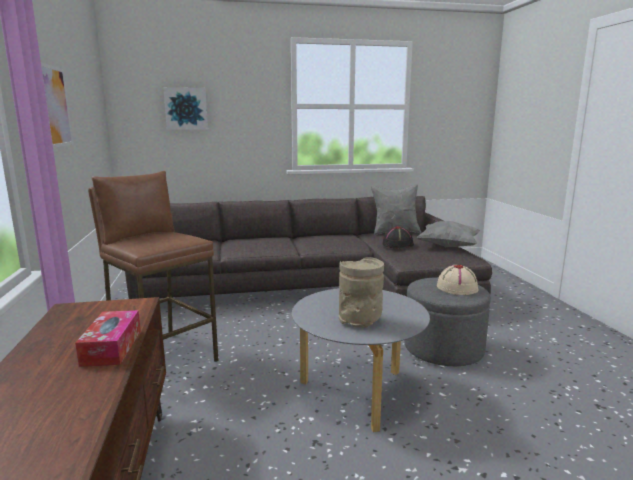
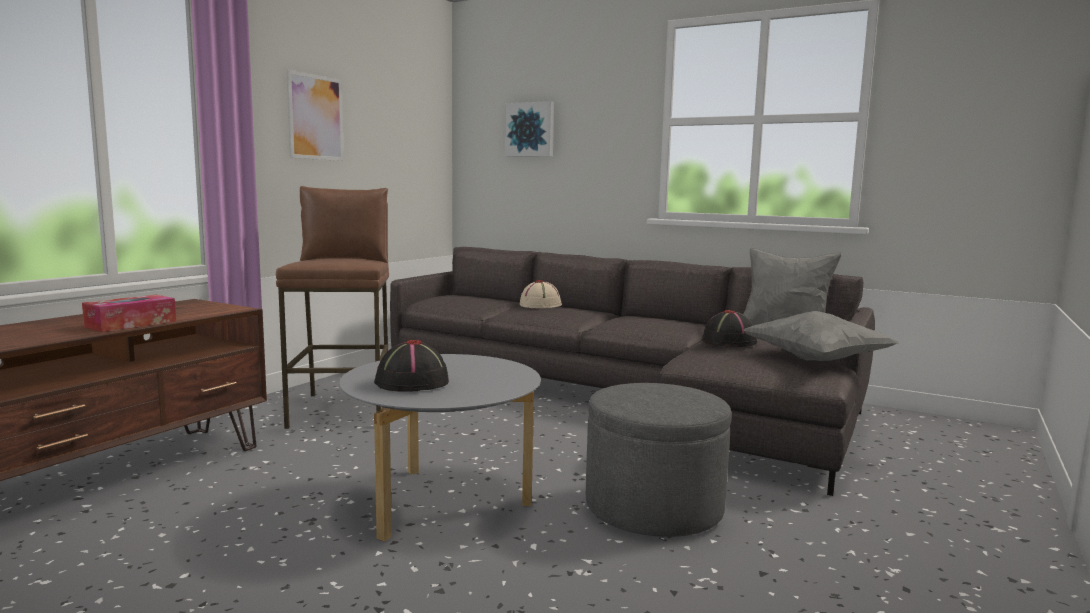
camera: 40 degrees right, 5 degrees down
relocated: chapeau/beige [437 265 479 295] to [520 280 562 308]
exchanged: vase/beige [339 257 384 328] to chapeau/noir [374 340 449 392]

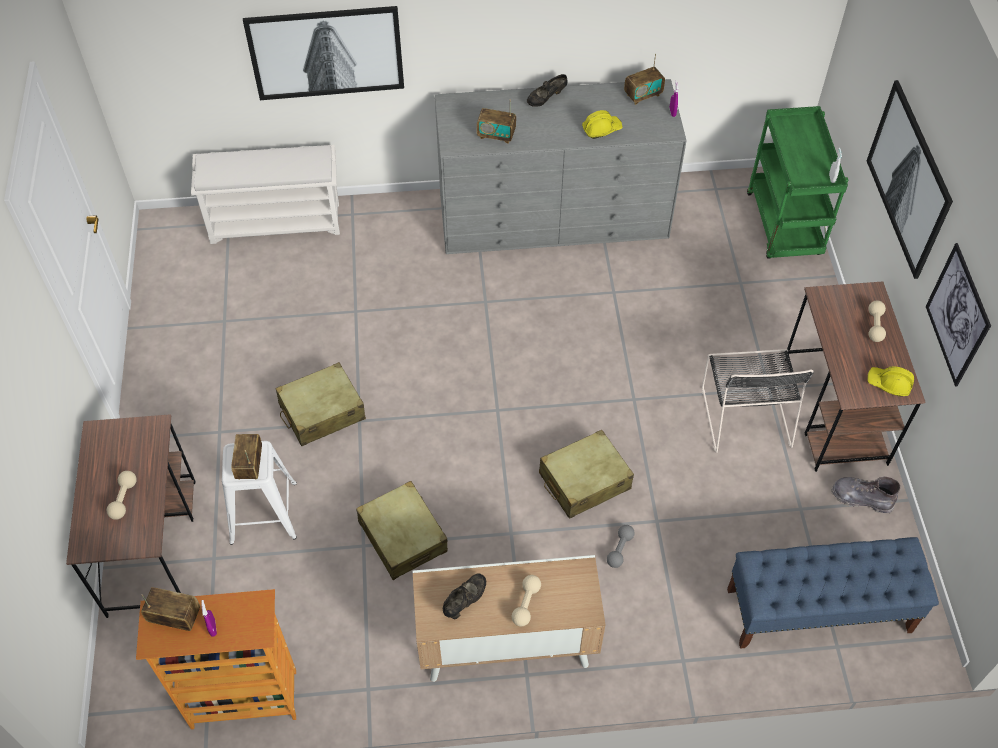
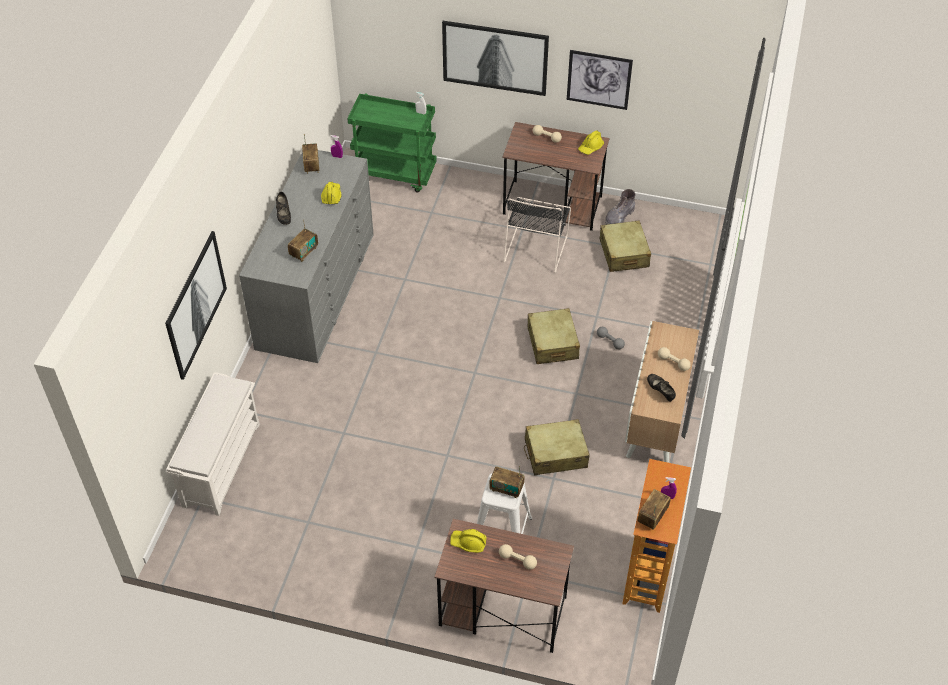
camera: 70 degrees left, 5 degrees down
missing: banc/bleu [727 537 939 649]
appeared: casque de chantier/jaune [450 529 487 553]
relocated: valise/beige [275 362 366 446] to [600 220 651 272]
spun: chaise/noir [702 349 814 453] = [503 197 571 273] 90 degrees clockwise

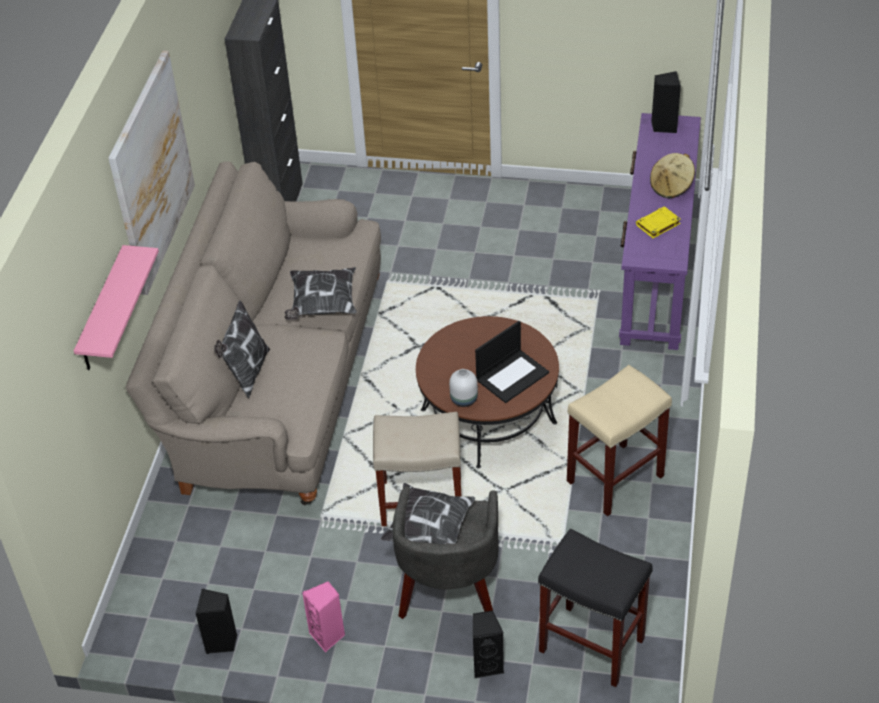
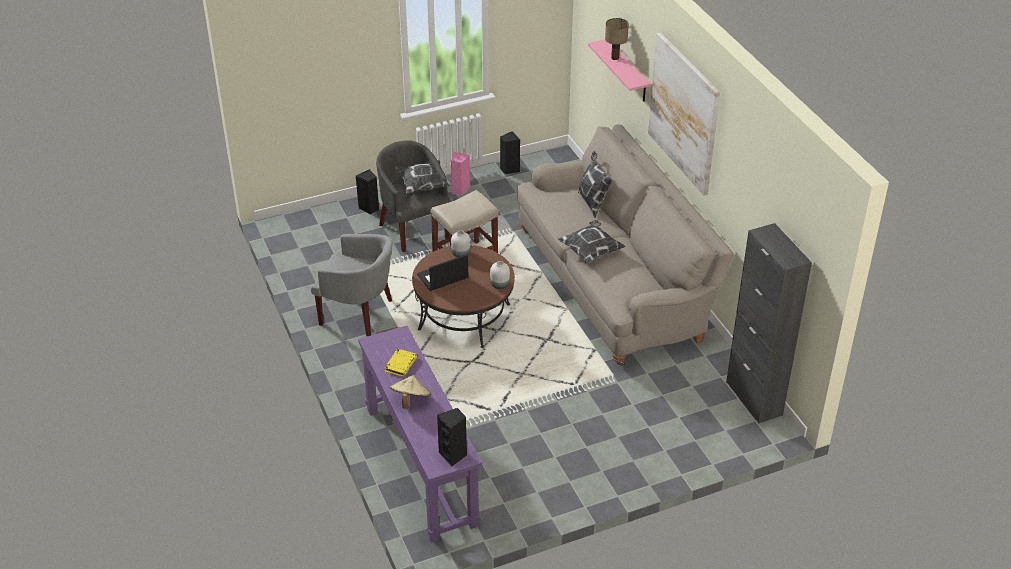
camera: 145 degrees right, 5 degrees down
missing: tabouret/noir [538 529 653 687]
appeared: vase/blanc [490 261 510 289]; lampe de table [605 18 629 60]
exchanged: tabouret/beige [567 365 672 516] to fauteuil/gris [311 234 393 337]
spun: ordinateur portable [475 321 549 403] = [417 254 468 291] 45 degrees clockwise

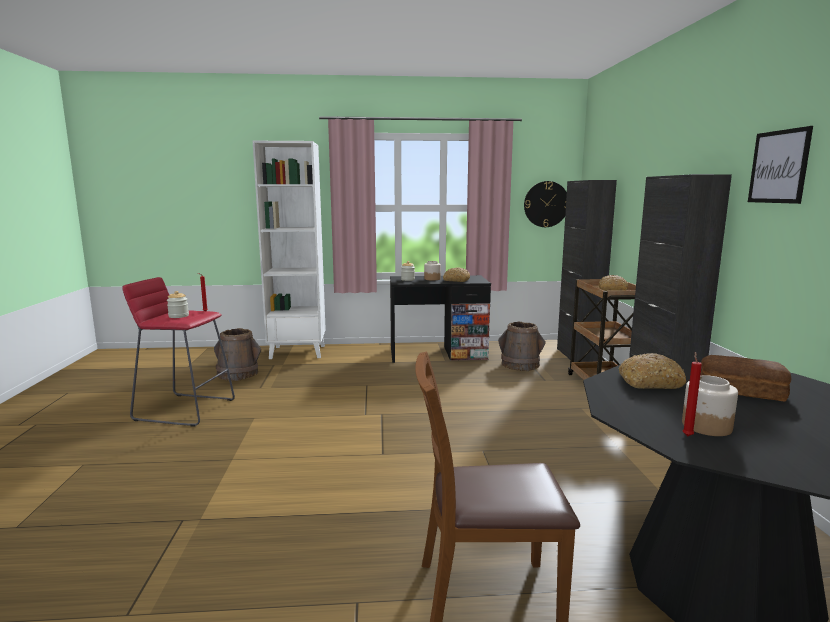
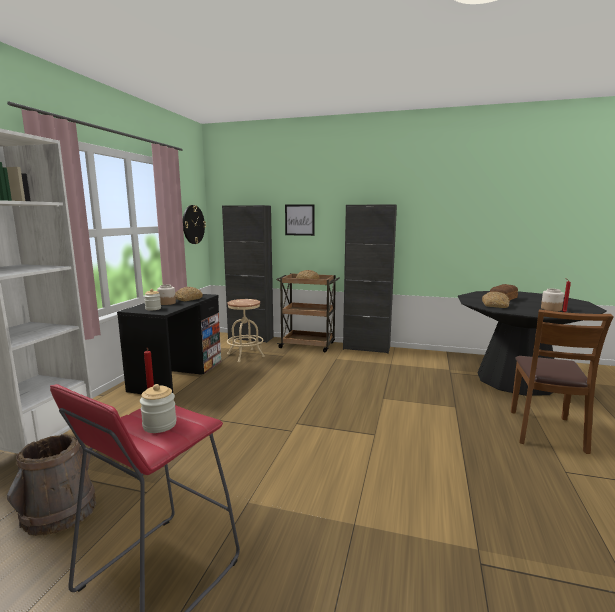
camera: 70 degrees left, 0 degrees up
relocated: tableau [748 126 813 204] to [285 204 315 236]
exchanged: seau/marron [498 321 546 371] to tabouret/beige [227 299 265 362]

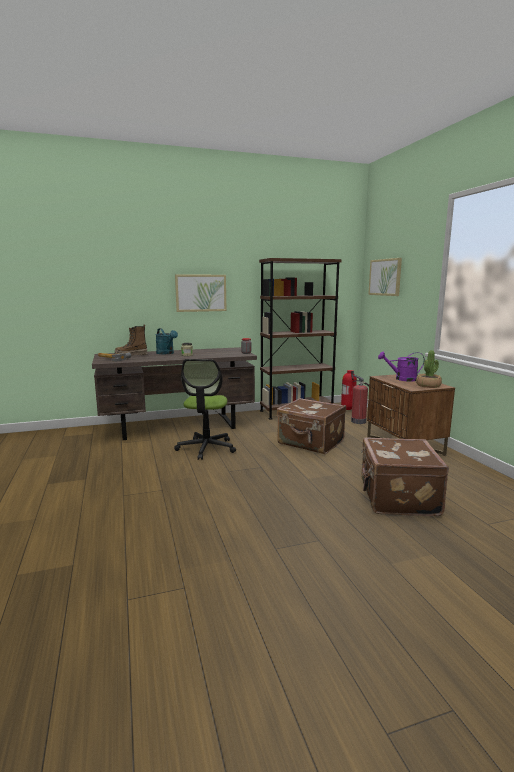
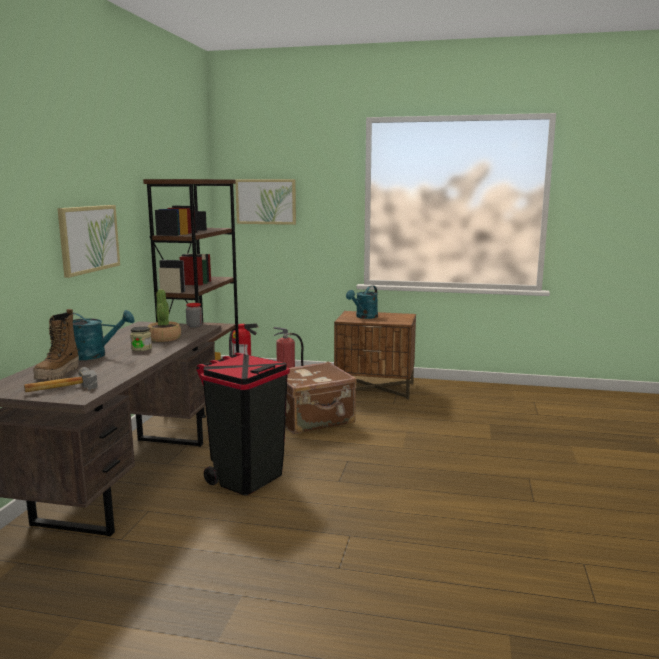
camera: 60 degrees left, 0 degrees up
missing: valise/marron [361 437 449 516]
relocated: plante en pot [416 350 442 388] to [148 289 181 342]
exchanged: chaise de bureau [174 359 236 460] to poubelle/noir [196 353 290 495]
colour: arrosoir/violet [378 351 425 382] to arrosoir/turquoise [346 285 378 319]

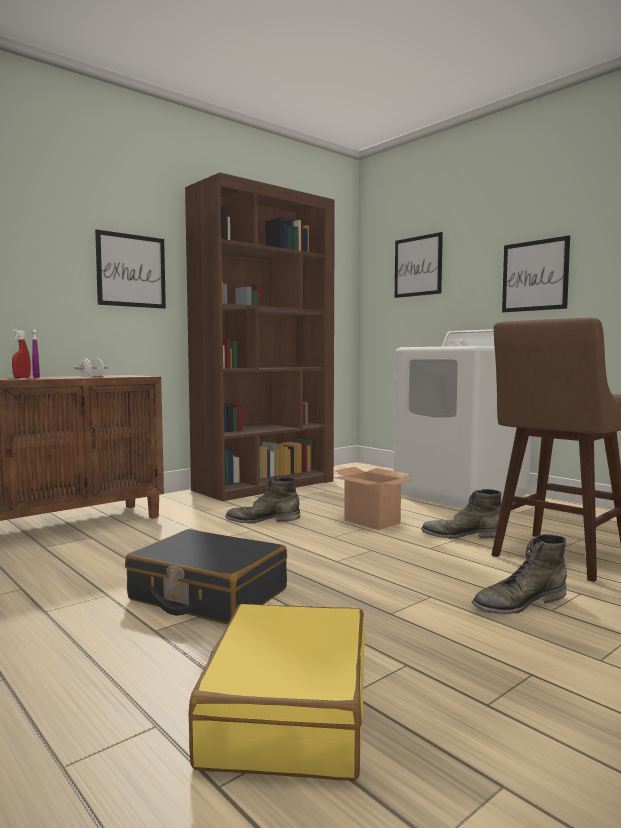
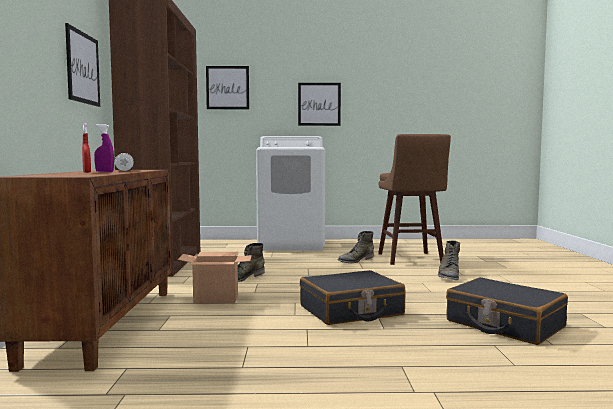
camera: 50 degrees left, 0 degrees up
relocated: carton [334 467 414 530] to [178 252 252 304]
colour: valise/jaune [188 604 366 781] to valise/noir [446 277 568 345]

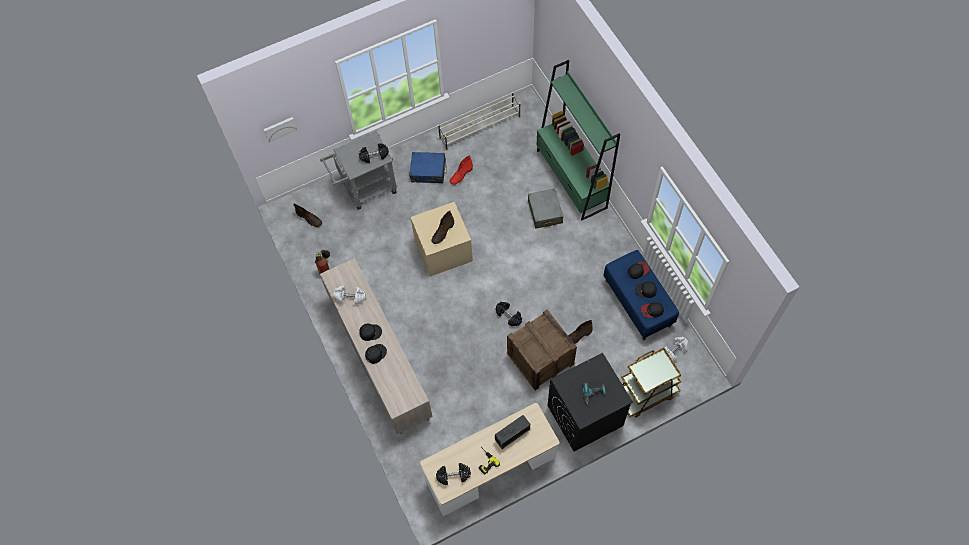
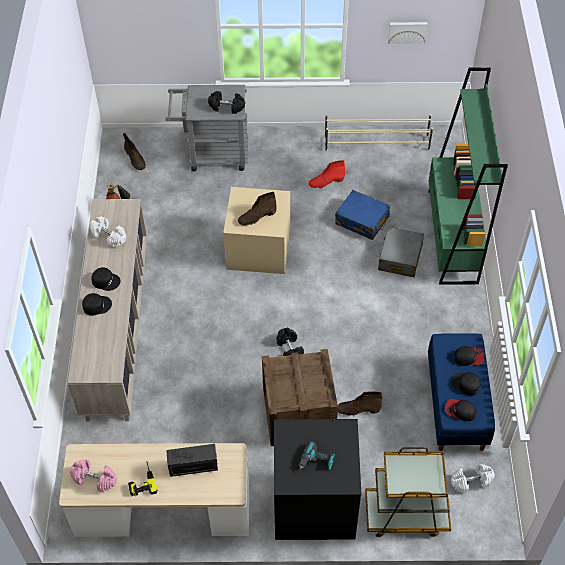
camera: 25 degrees right, 10 degrees down
relocated: valise/bleu [409 152 447 183] to [335 190 390 240]; tableau [264 117 298 143] to [388 22 428 44]
colour: haltère/noir [436 463 471 485] to haltère/rose [70 459 117 492]

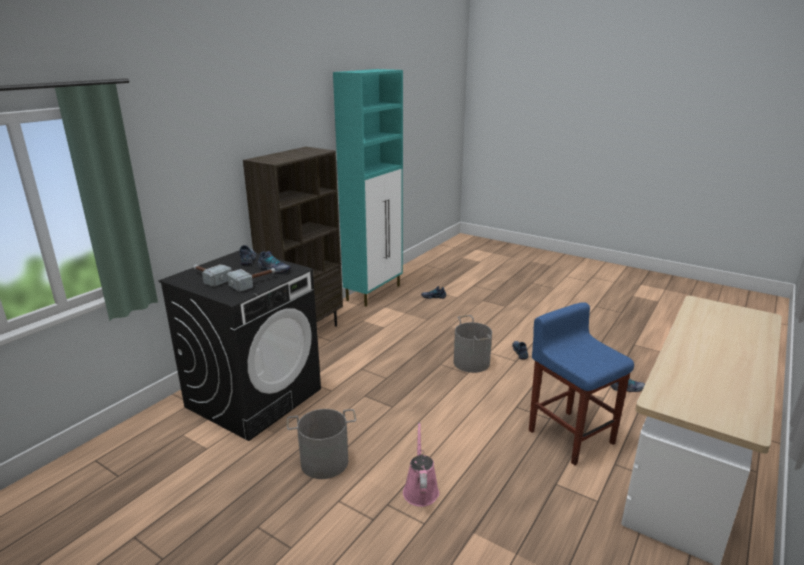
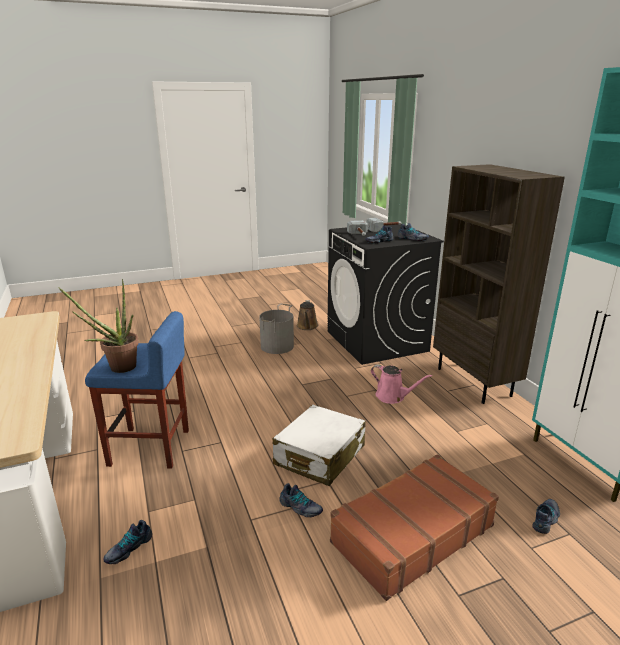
camera: 125 degrees right, 0 degrees up
appeared: plante en pot [58 279 139 373]; arrosoir/marron [297 300 318 330]; valise/marron [330 454 499 601]
relocated: arrosoir/rose [403 422 439 507] to [371 364 432 404]
exchanged: seau/gris [454 315 492 373] to valise/blanc [273 404 366 486]

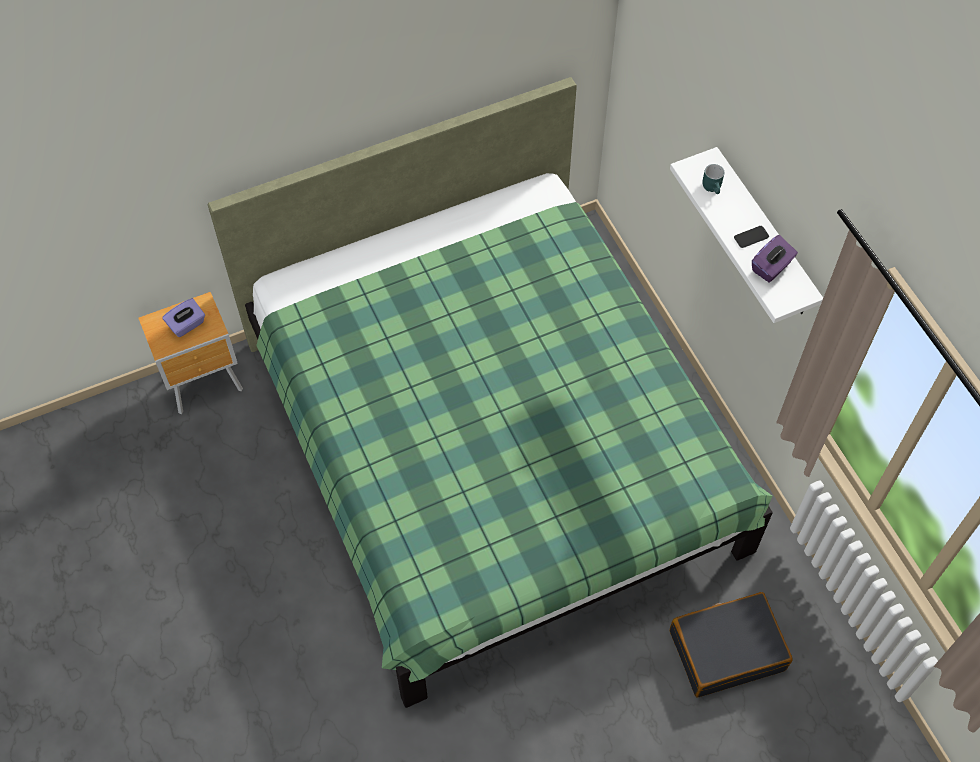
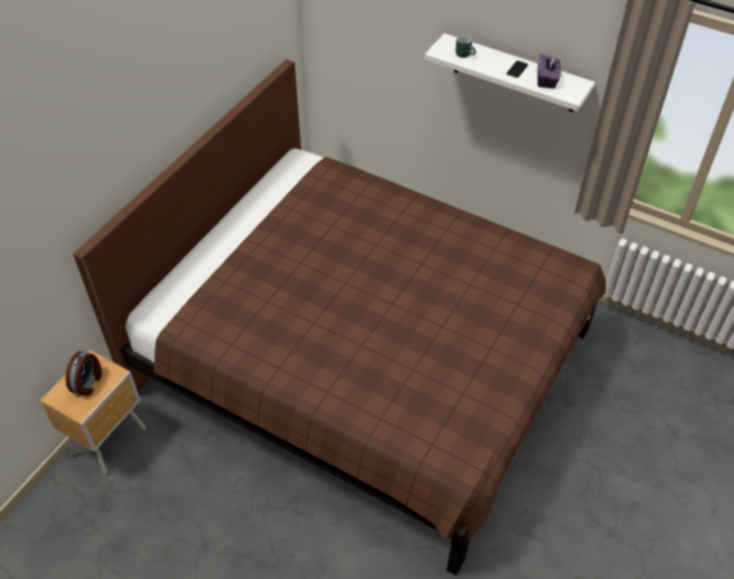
camera: 35 degrees left, 10 degrees down
missing: valise/noir [670 592 792 698]
exchanged: boîte à mouchoirs/violet [162 298 205 337] to réveil [66 351 102 396]
colour: lit/vert [207 77 773 708] to lit/marron [73 59 606 575]

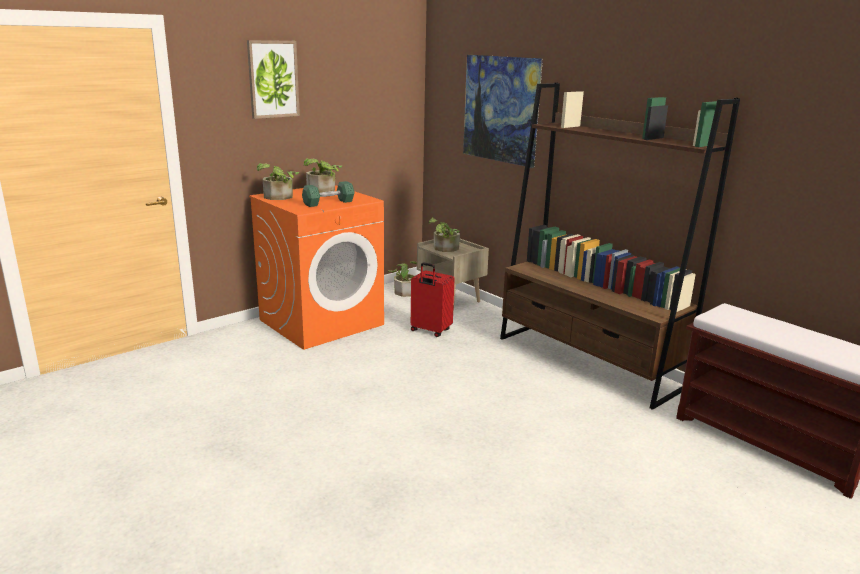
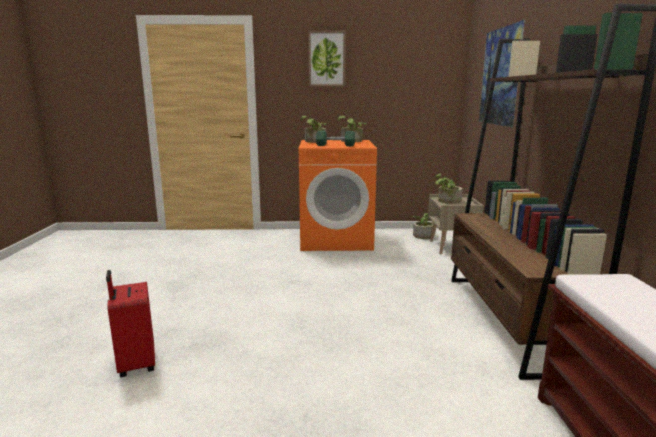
camera: 40 degrees right, 5 degrees down
relocated: valise/rouge [411 262 454 337] to [106 270 155 378]

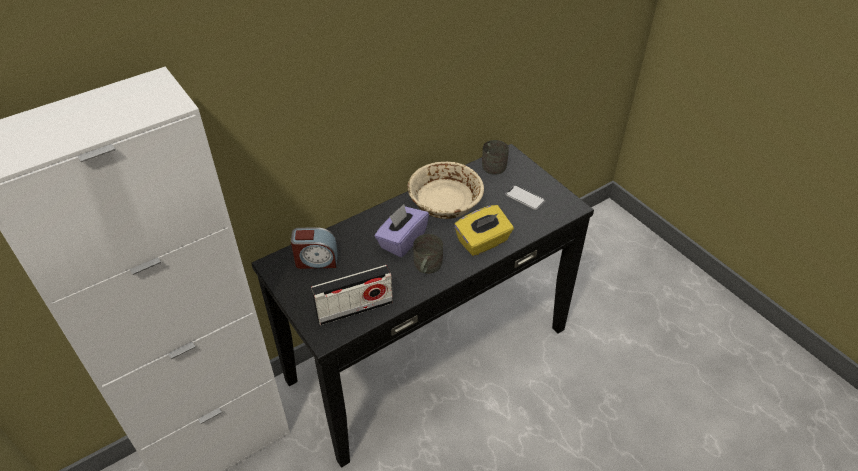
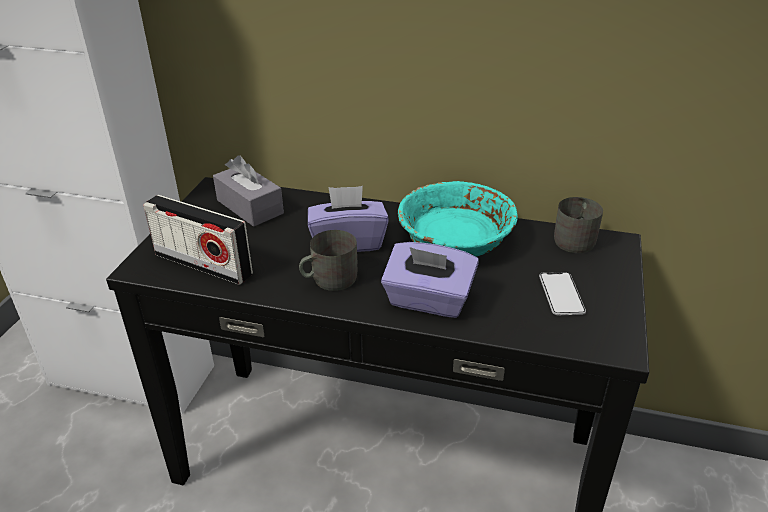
camera: 50 degrees right, 10 degrees down
exchanged: réveil [291 227 338 269] to boîte à mouchoirs/gris [213 155 284 227]
colour: boîte à mouchoirs/jaune [454 205 514 256] to boîte à mouchoirs/violet [381 242 479 318]; bol/beige [408 161 484 219] to bol/turquoise [398 181 518 257]

